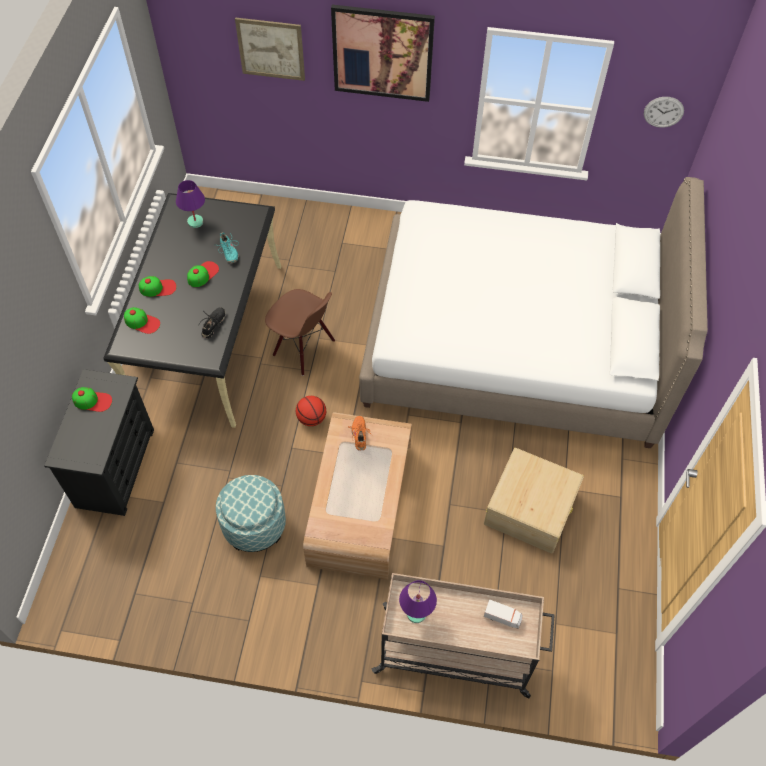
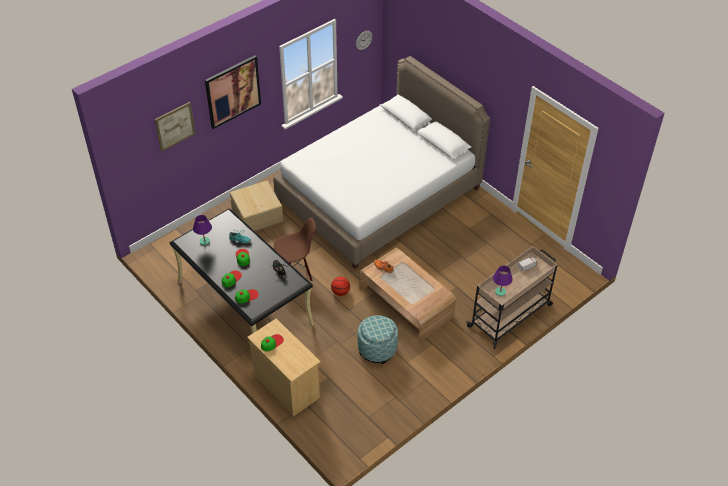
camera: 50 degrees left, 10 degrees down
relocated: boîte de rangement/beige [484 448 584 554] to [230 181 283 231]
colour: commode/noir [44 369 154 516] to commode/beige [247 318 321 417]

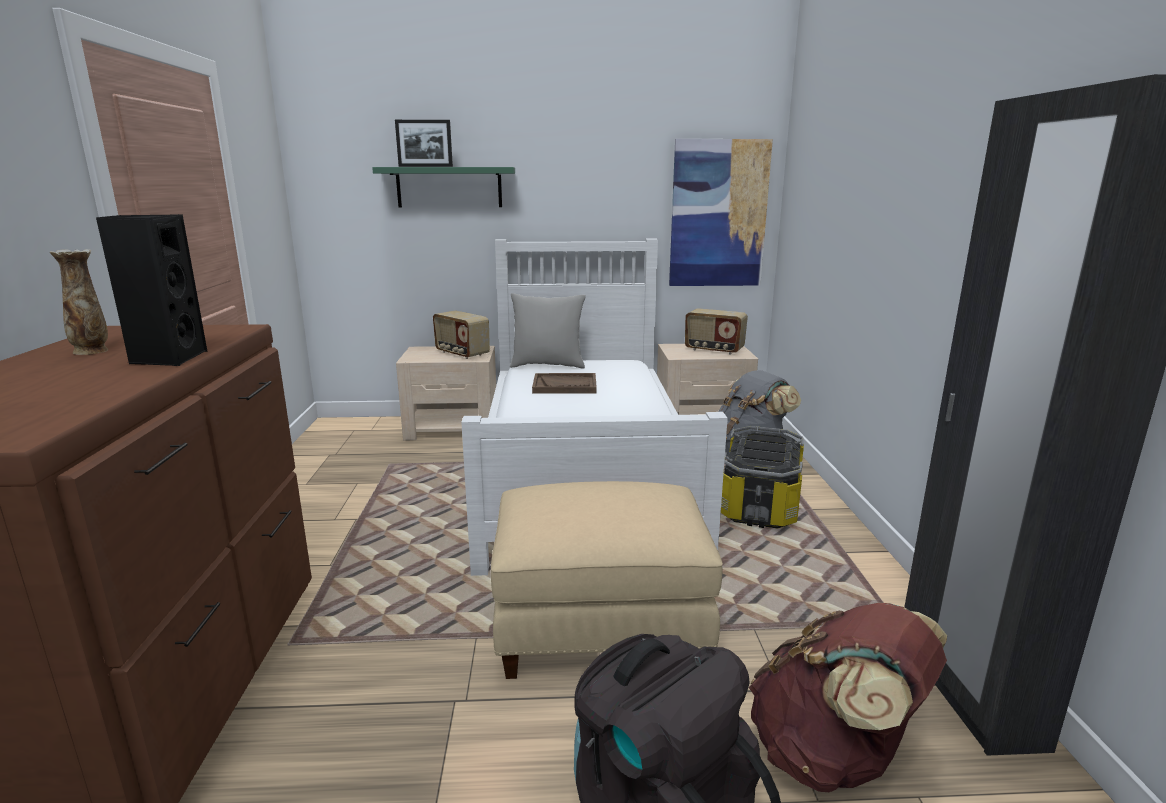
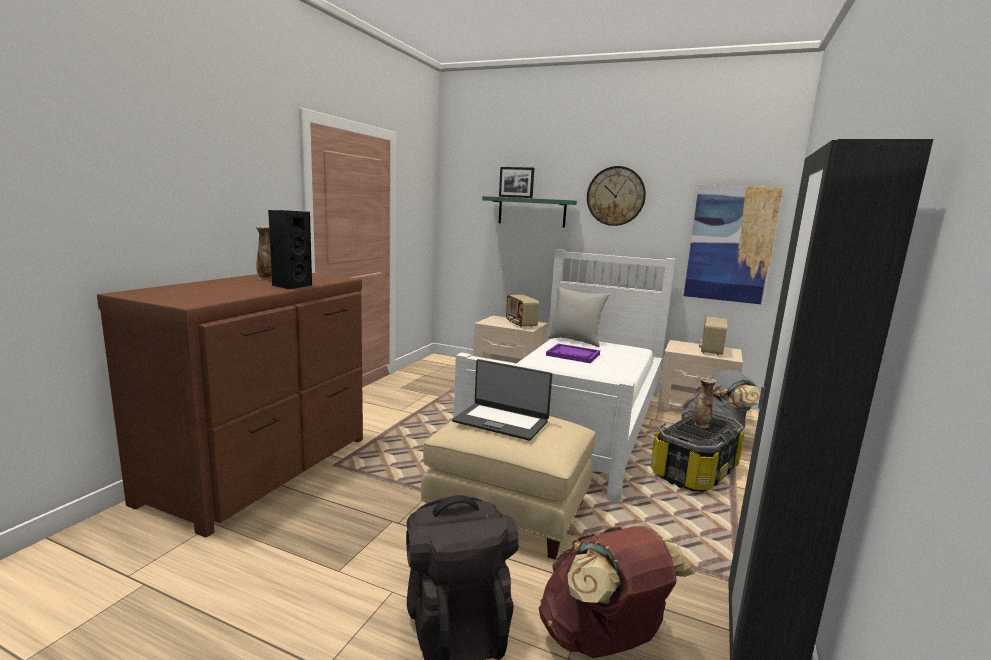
camera: 25 degrees right, 5 degrees down
appeared: ordinateur portable [452 359 552 441]; horloge murale [587 166 646 226]; vase [694 377 716 428]
colour: plateau/marron [532 373 597 394] to plateau/violet [546 344 600 363]
spun: radio [685 308 748 354] = [699 316 727 356] 60 degrees clockwise

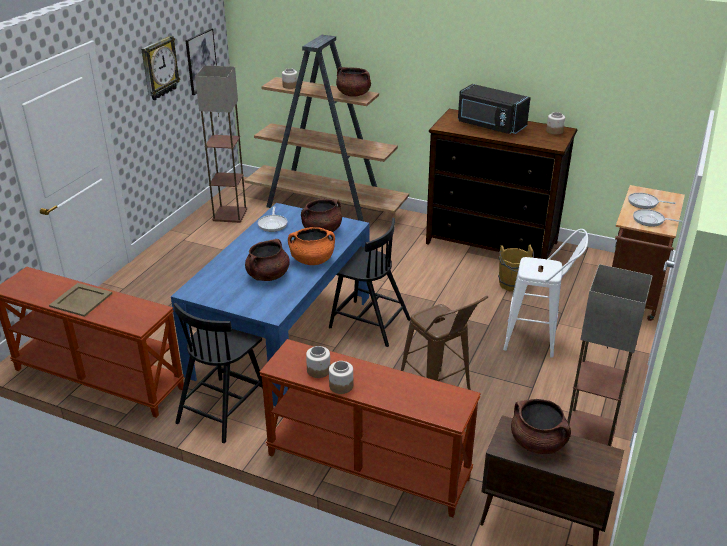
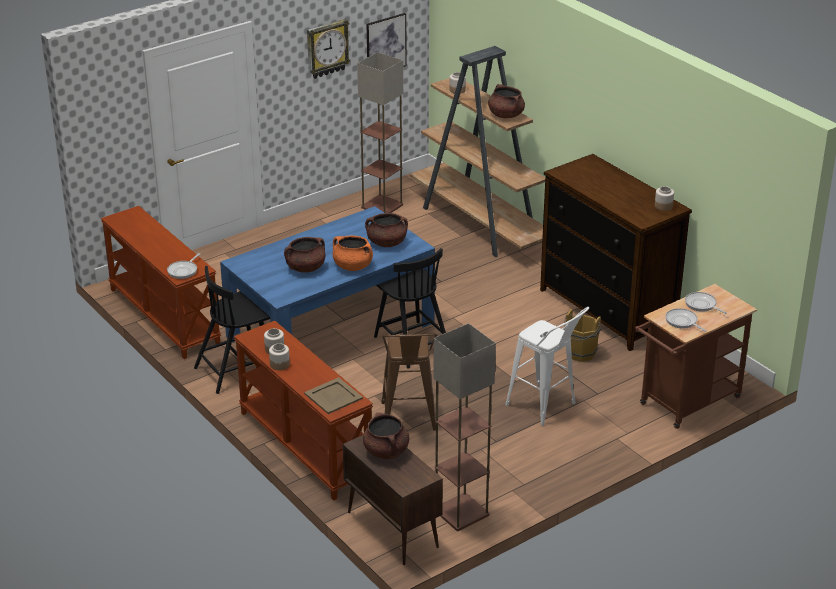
camera: 30 degrees right, 0 degrees up
missing: micro-ondes/noir [458 84 531 134]
relocated: poêle [258 206 287 232] to [167 253 200 279]; plateau/beige [49 283 112 317] to [304 377 363 414]

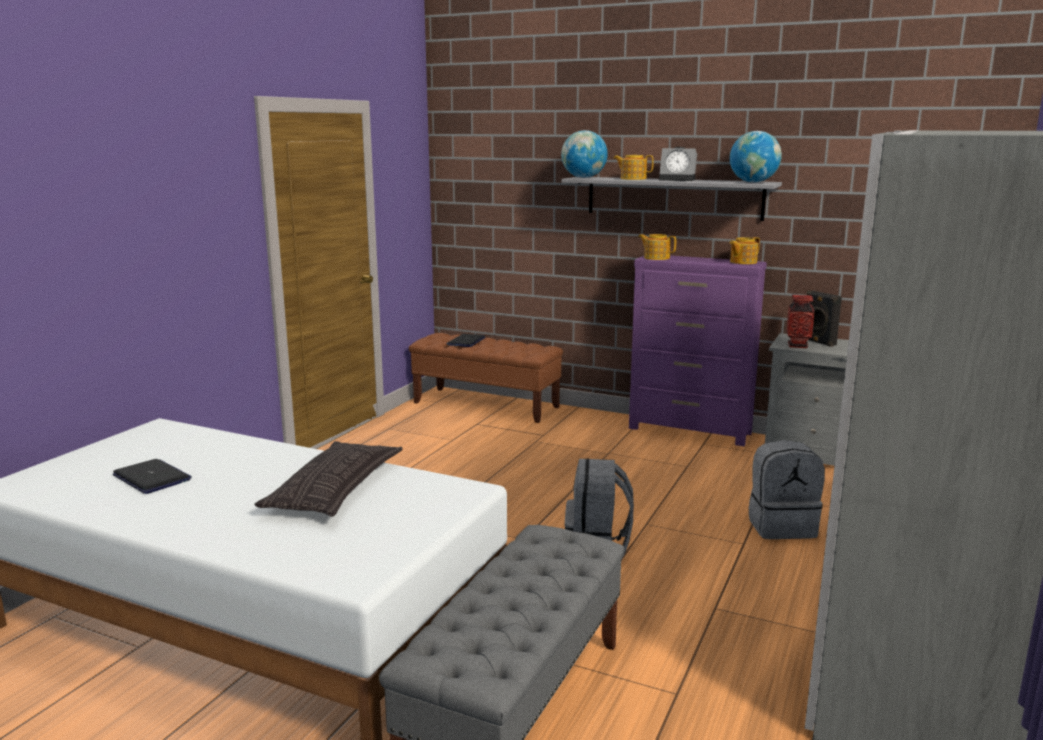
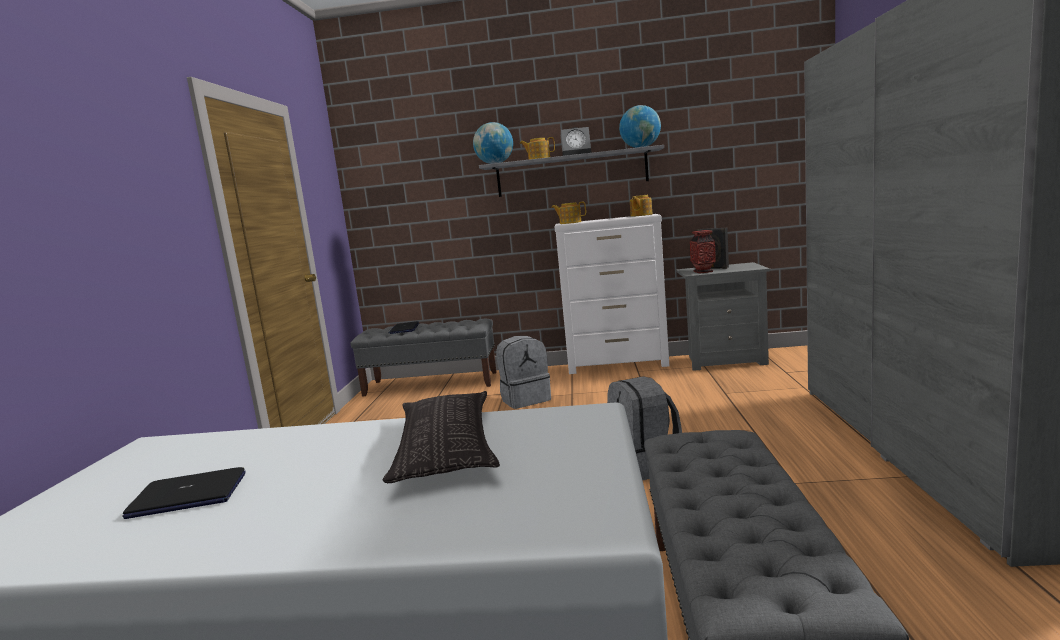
camera: 20 degrees left, 5 degrees down
relocated: sac à dos/gris [749 440 825 539] to [496 336 551 409]
colour: banc/marron [409 333 563 423] to banc/gris [350 319 497 396]; commode/violet [629 256 767 446] to commode/blanc [555 214 669 374]
spun: ordinateur portable [113 459 192 494] = [122 467 246 519] 150 degrees clockwise

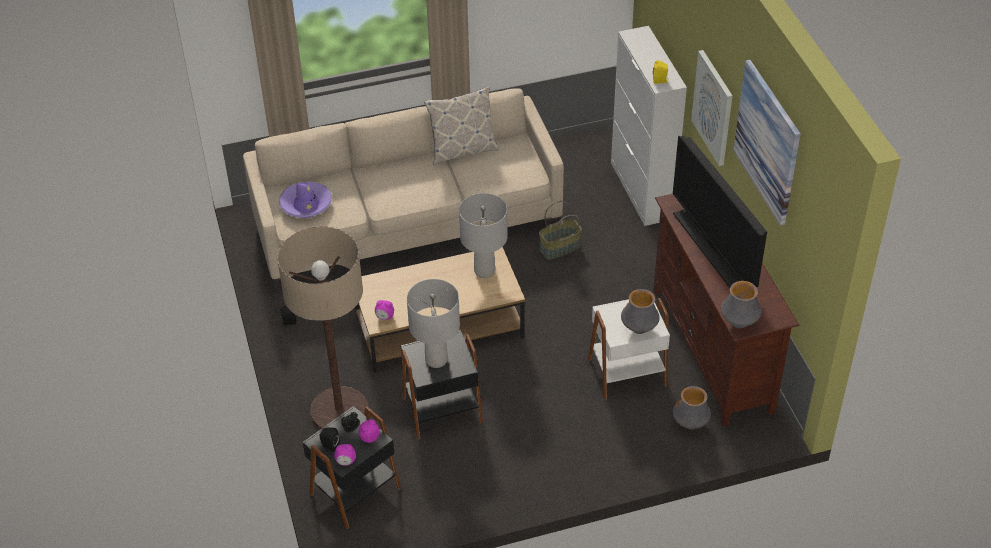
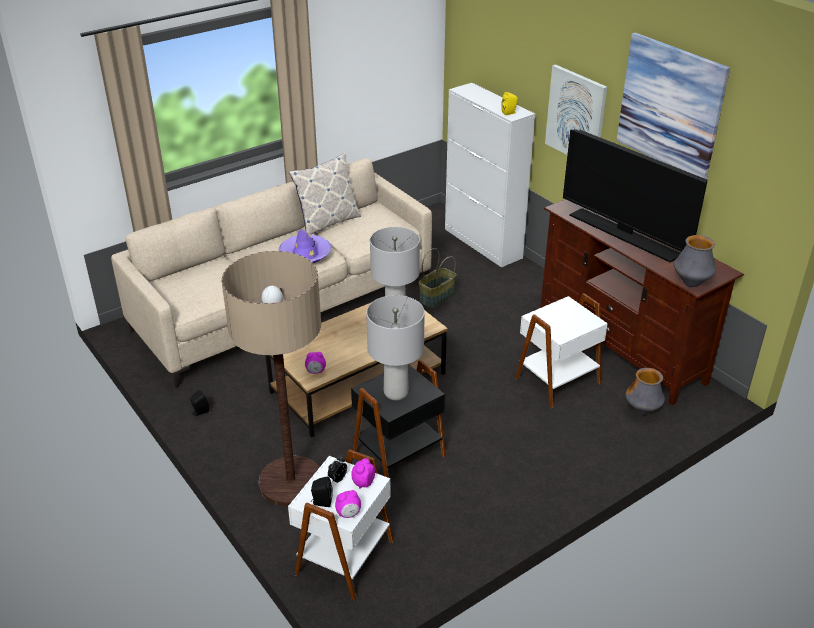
camera: 20 degrees left, 10 degrees down
missing: vase [621 289 660 334]
relocated: chapeau/violet [279 181 332 218] to [279 229 331 263]
colour: table d'appoint/noir [303 406 401 529] to table d'appoint/blanc [288 449 394 601]

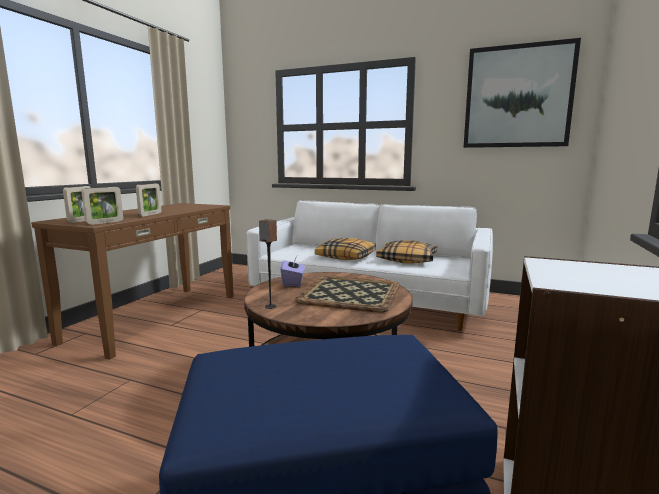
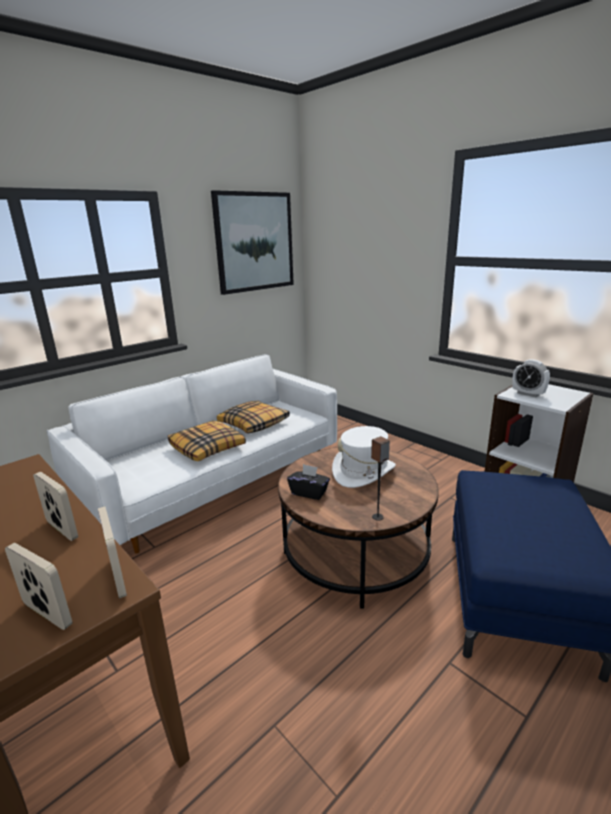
camera: 65 degrees left, 10 degrees up
appeared: réveil [512 359 550 397]
exchanged: plateau [295 275 400 313] to chapeau/blanc [332 426 396 488]
colour: boîte à mouchoirs/violet [280 256 305 286] to boîte à mouchoirs/noir [287 464 330 500]

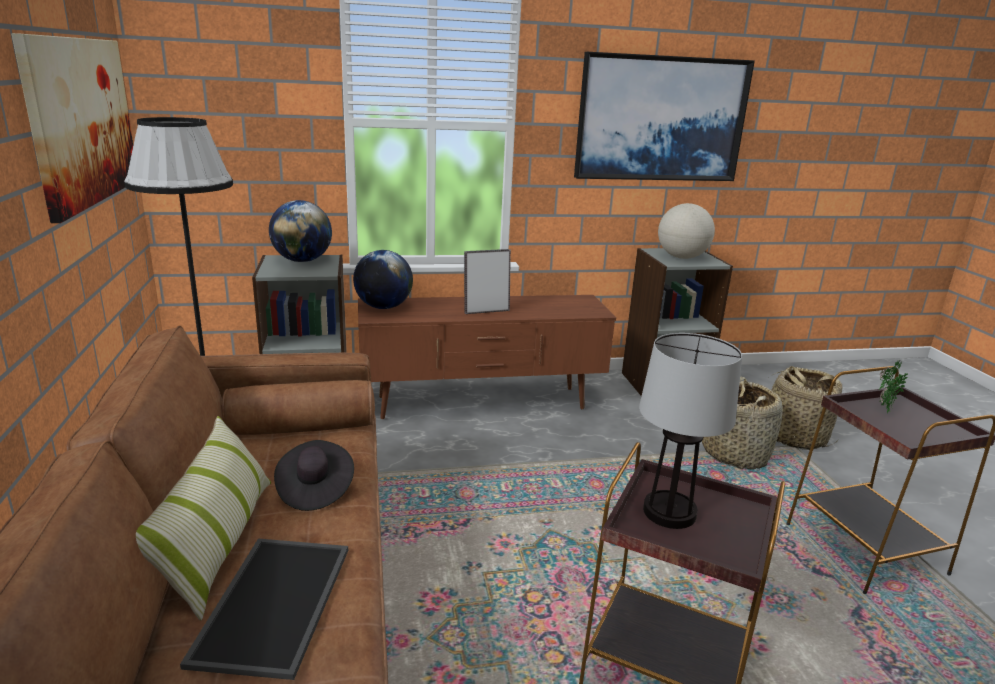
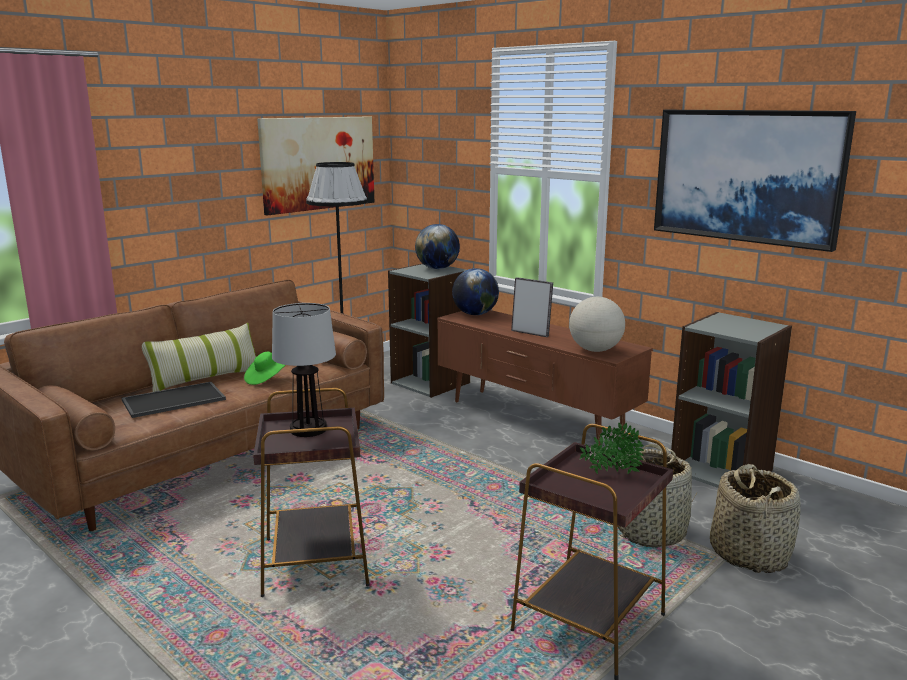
camera: 55 degrees right, 5 degrees down
relocated: globe [658 203 715 259] to [569 297 625 352]
colour: chapeau/noir [274 440 354 511] to chapeau/vert [244 352 285 385]

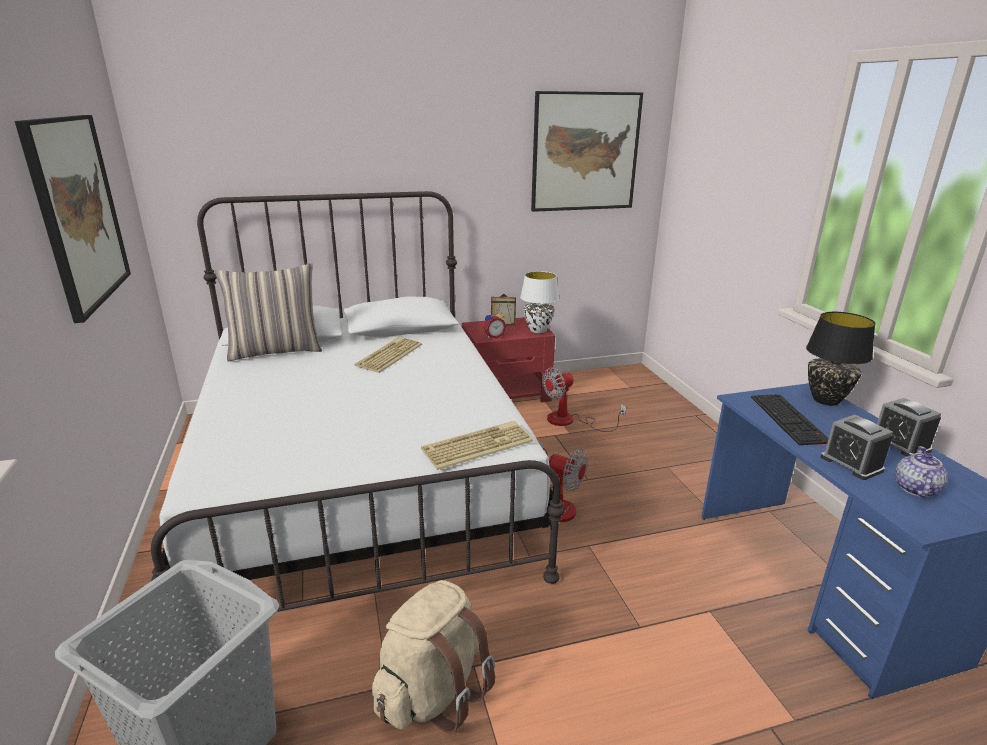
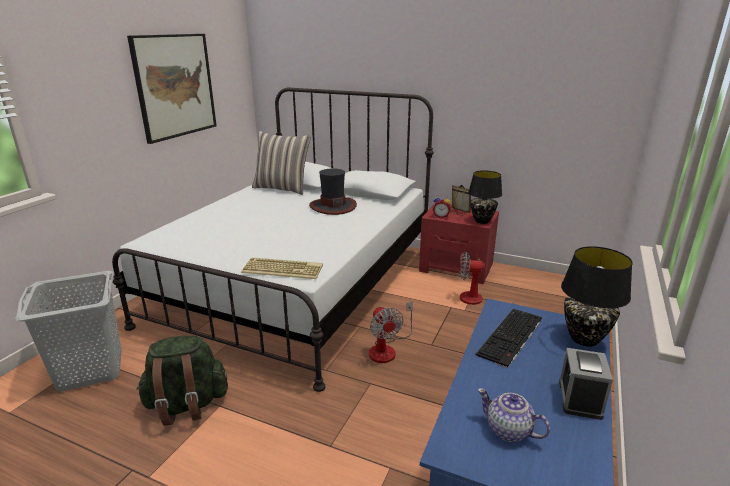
camera: 40 degrees right, 0 degrees up
missing: tableau [531 91 643 212]; réveil [821 415 893 480]
exchanged: clavier [355 337 422 373] to chapeau [309 169 357 215]
colour: sac à dos/beige [372 580 495 734] to sac à dos/vert [136 336 228 426]; lampe de table/blanc [520 271 559 333] to lampe de table/noir [468 171 502 224]
spun: théière [895 446 948 497] = [477 388 550 442] 120 degrees counterclockwise

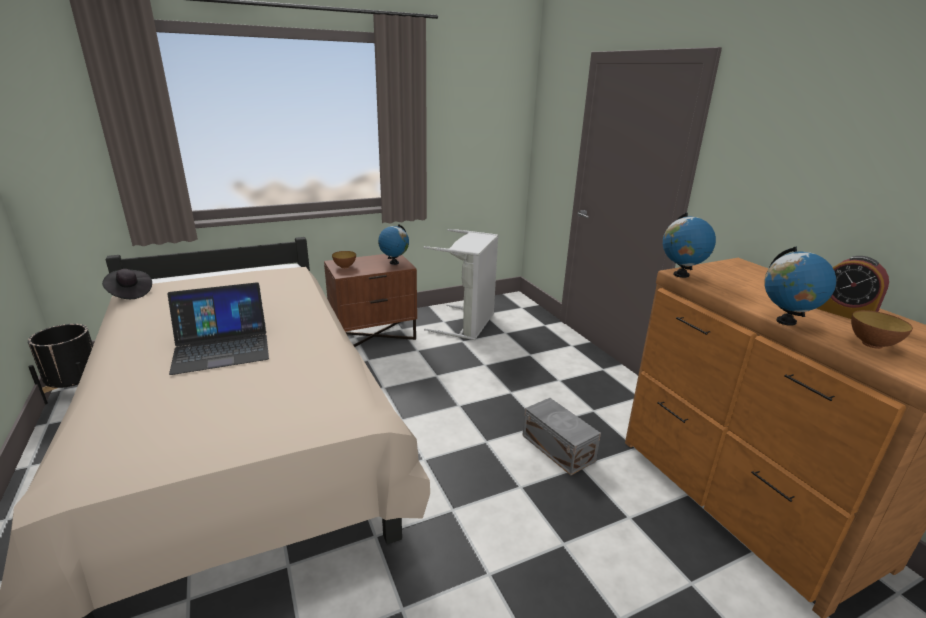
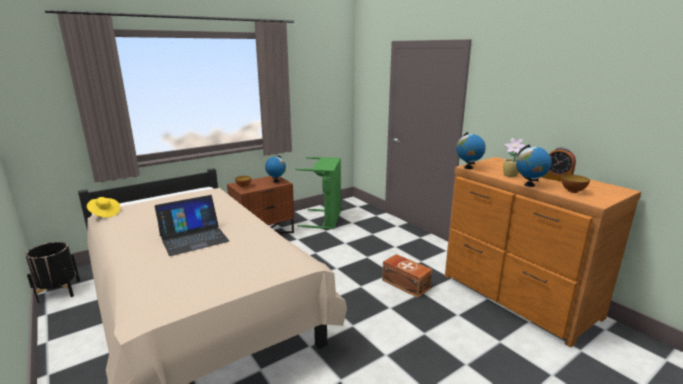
camera: 10 degrees left, 5 degrees down
appeared: plante en pot [503 138 525 177]
colour: chapeau/noir [102 269 152 299] to chapeau/jaune [87 197 120 218]; panier à linge/gris [424 229 498 340] to panier à linge/vert [295 157 341 229]; boîte de rangement/gris [522 398 601 475] to boîte de rangement/marron [382 254 432 298]

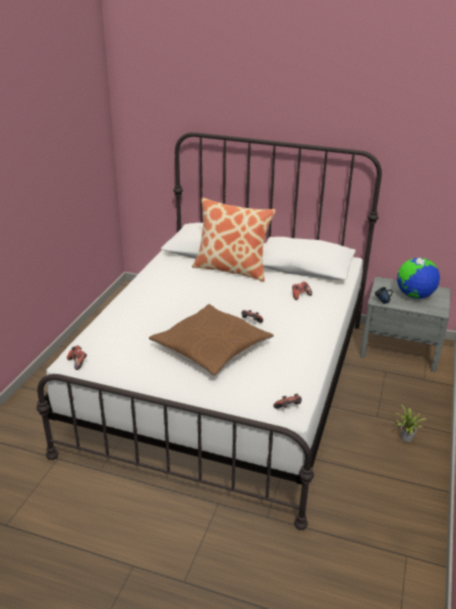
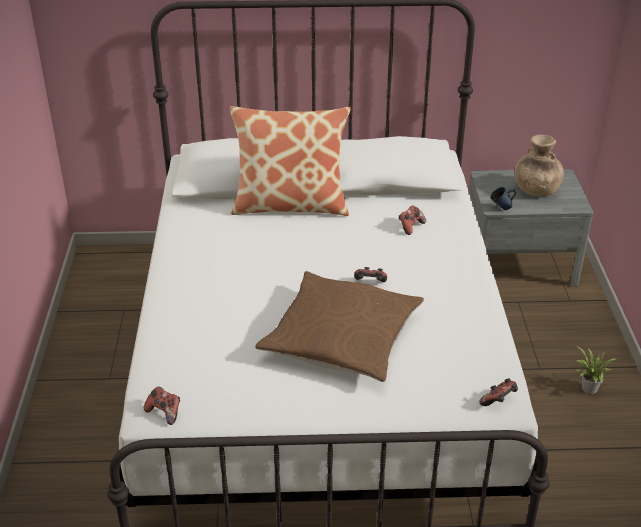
camera: 20 degrees left, 5 degrees up
exchanged: globe [397 258 440 299] to vase/marron [515 135 564 197]

